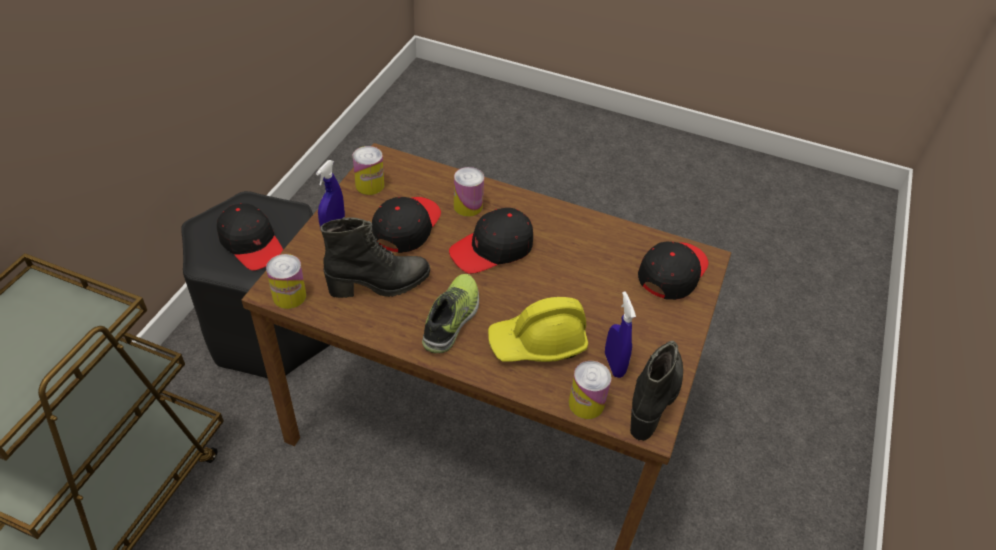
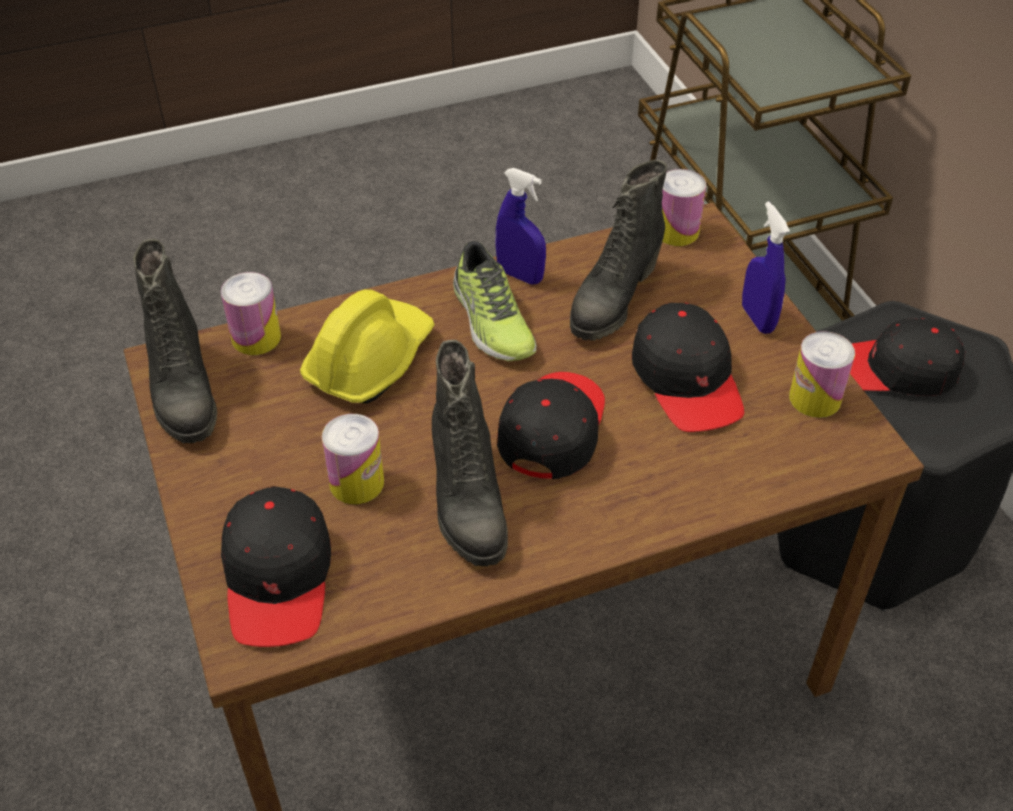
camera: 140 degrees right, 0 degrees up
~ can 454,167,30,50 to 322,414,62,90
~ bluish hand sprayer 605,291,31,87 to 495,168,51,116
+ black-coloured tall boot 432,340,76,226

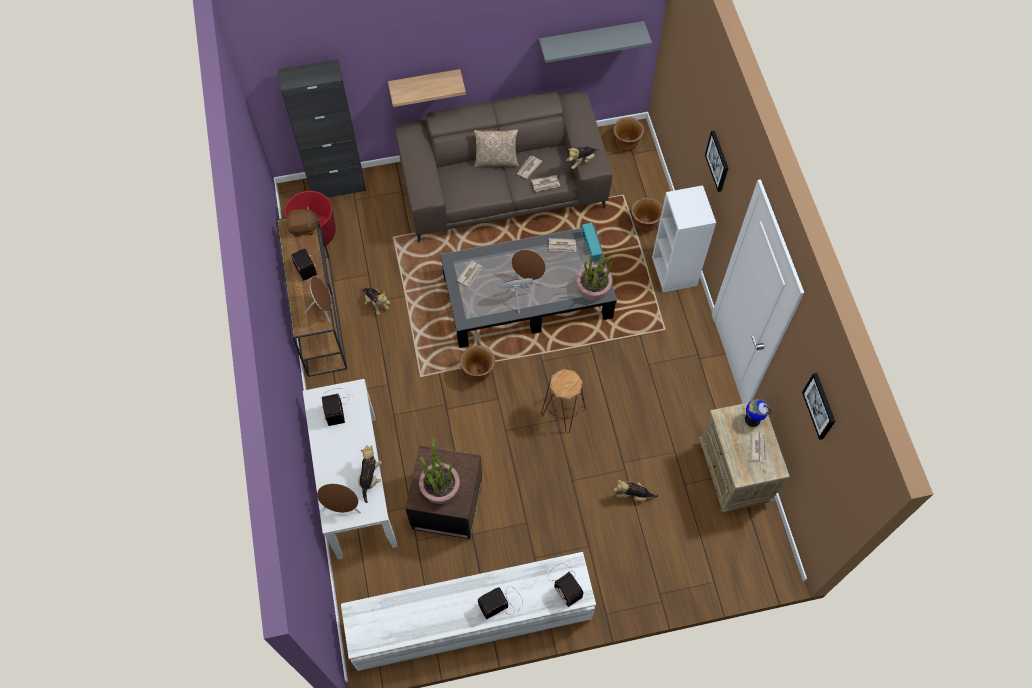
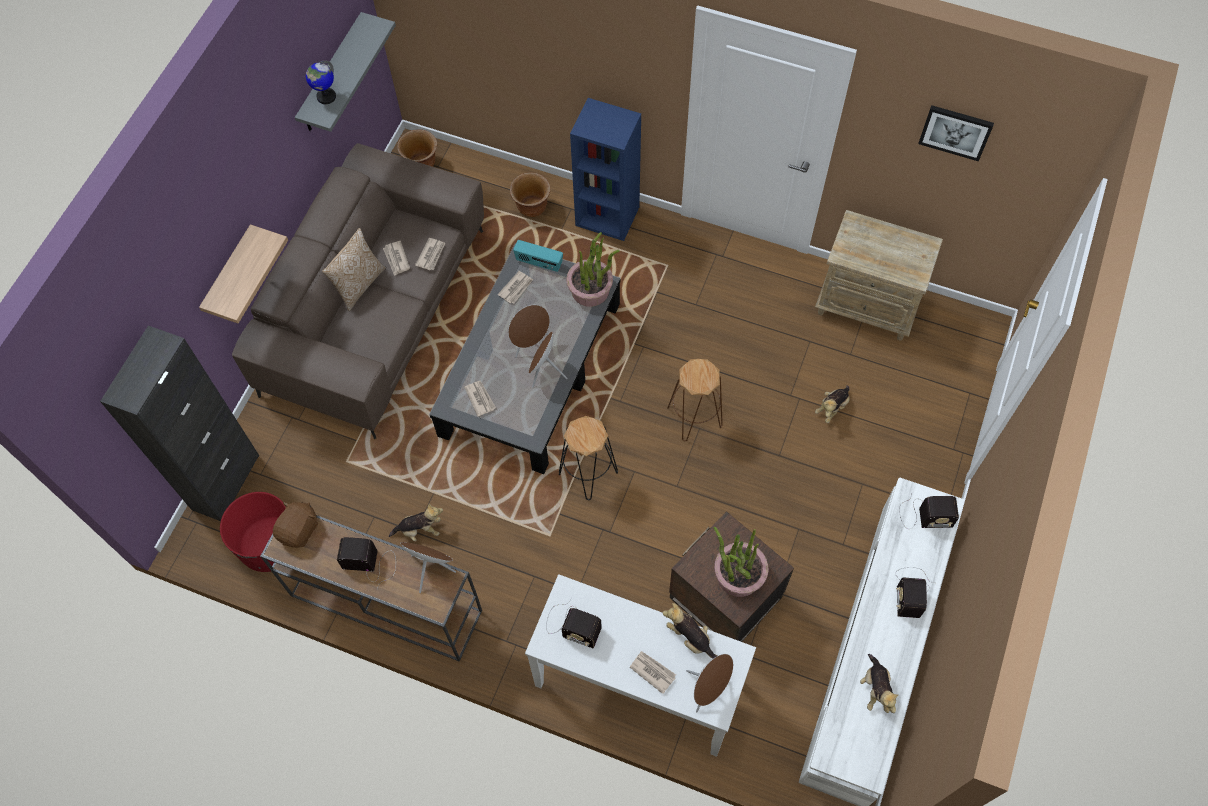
camera: 55 degrees left, 0 degrees up
- wall picture 705,130,23,62
~ soft toy 566,147,33,22 to 860,654,39,59
~ white-coloured bookcase 652,185,64,107 to bluish bookcase 570,98,71,143
~ brown-coloured plant pot 460,345,35,36 to black-coloured stool seat 559,416,59,84
~ globe 745,399,27,28 to 306,61,30,43
~ daily paper 750,432,17,30 to 630,651,46,43

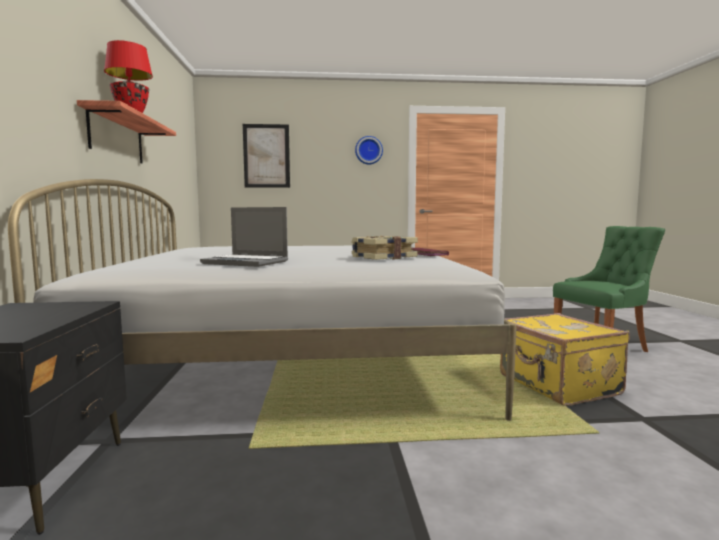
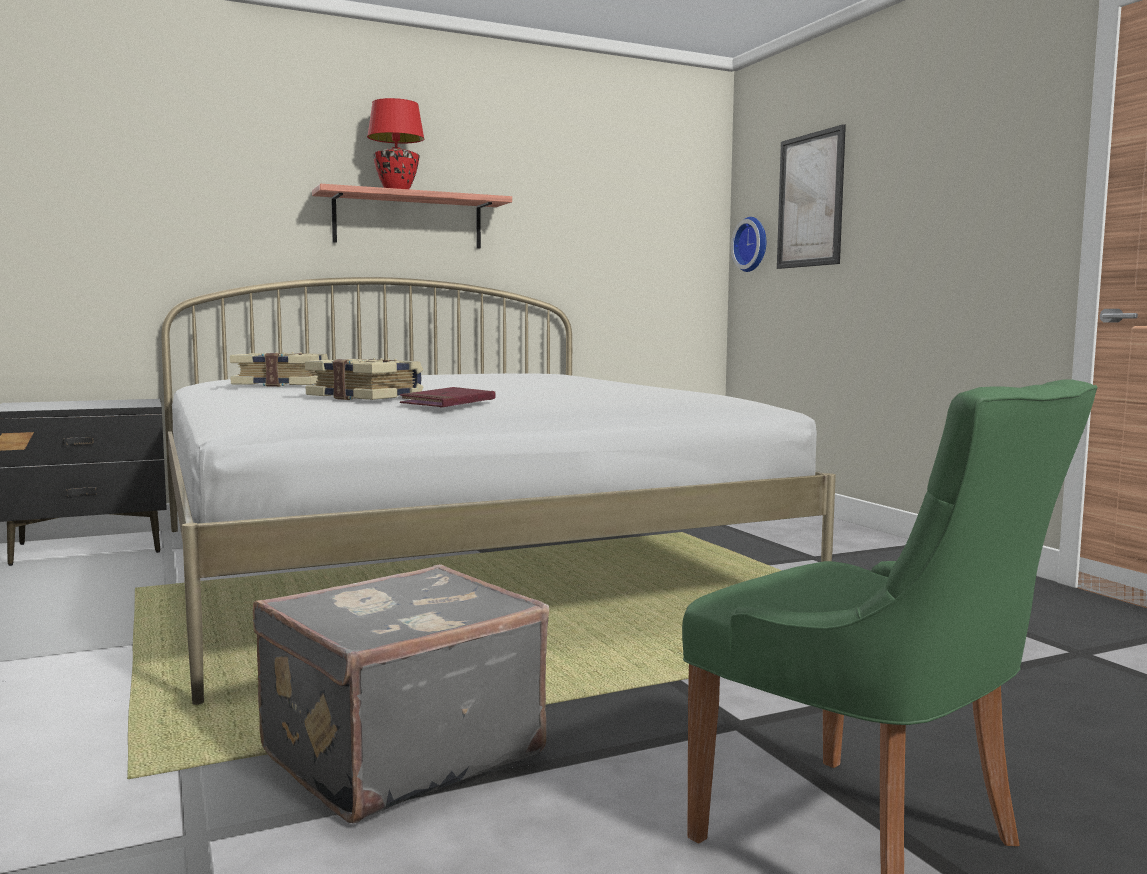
camera: 70 degrees right, 0 degrees up
~ clock on the wall 355,136,28,29 to 731,217,35,55
~ portable computer 200,207,88,60 to volume 230,352,98,35
~ yellow piece of luggage 500,313,130,93 to grey piece of luggage 253,564,296,259

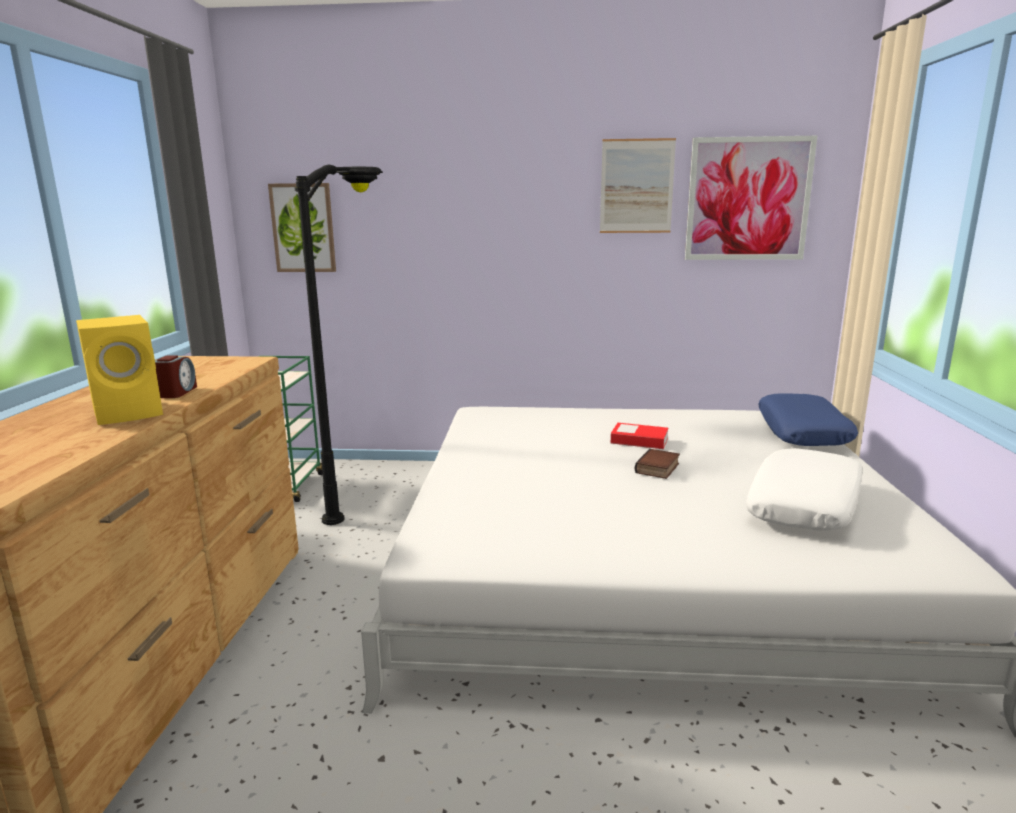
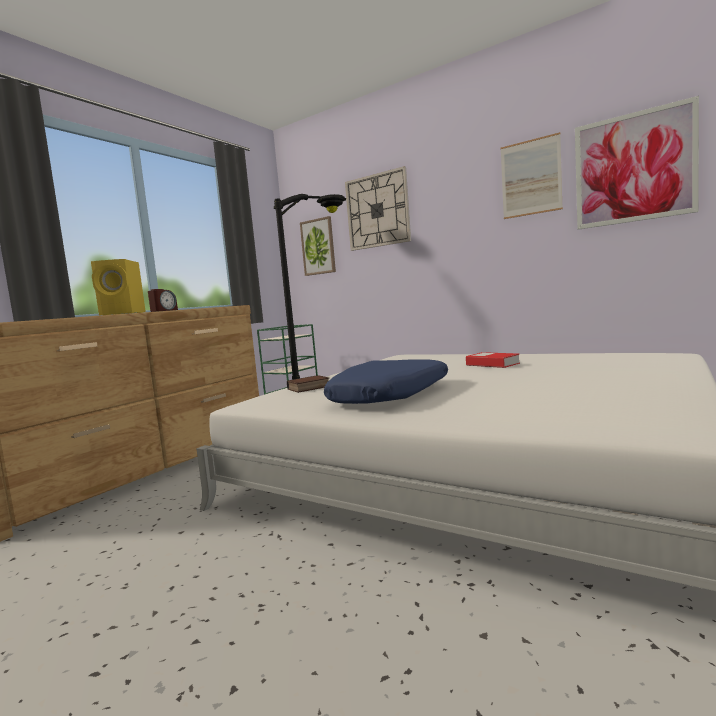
camera: 30 degrees right, 10 degrees down
~ bluish cushion 758,393,100,53 to 324,360,124,44
- white-coloured cushion 745,448,118,83
~ volume 635,449,45,30 to 287,375,43,18
+ clock on the wall 345,166,66,85

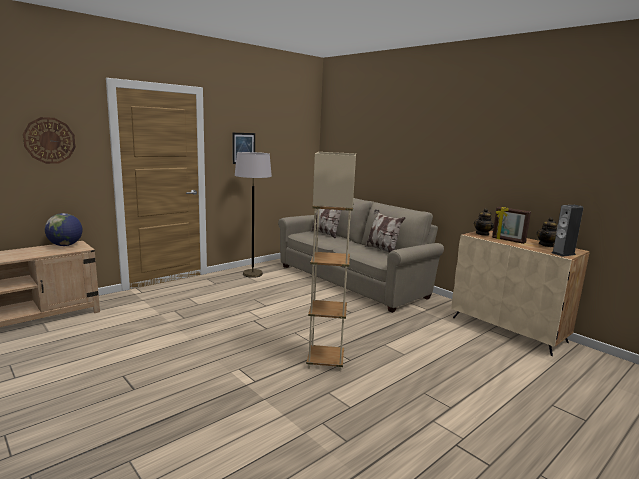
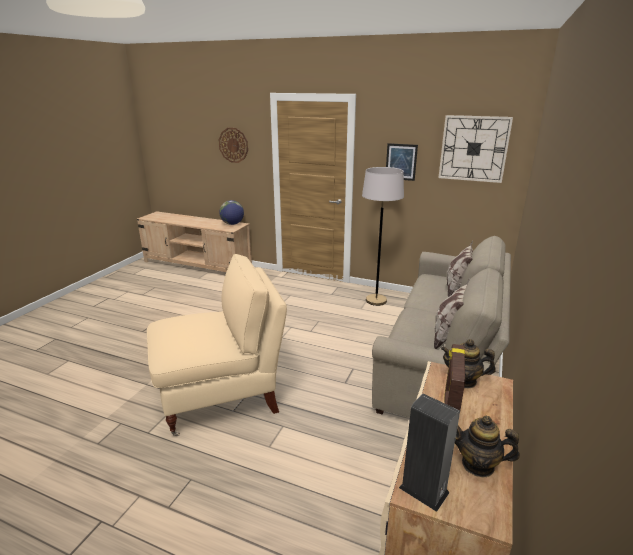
camera: 65 degrees right, 10 degrees up
~ beige floor lamp 306,152,50,219 to beige armchair 147,254,140,182
+ clock on the wall 439,115,74,68

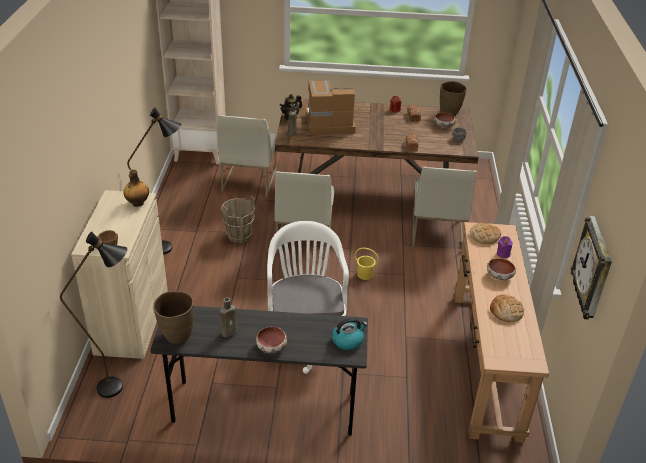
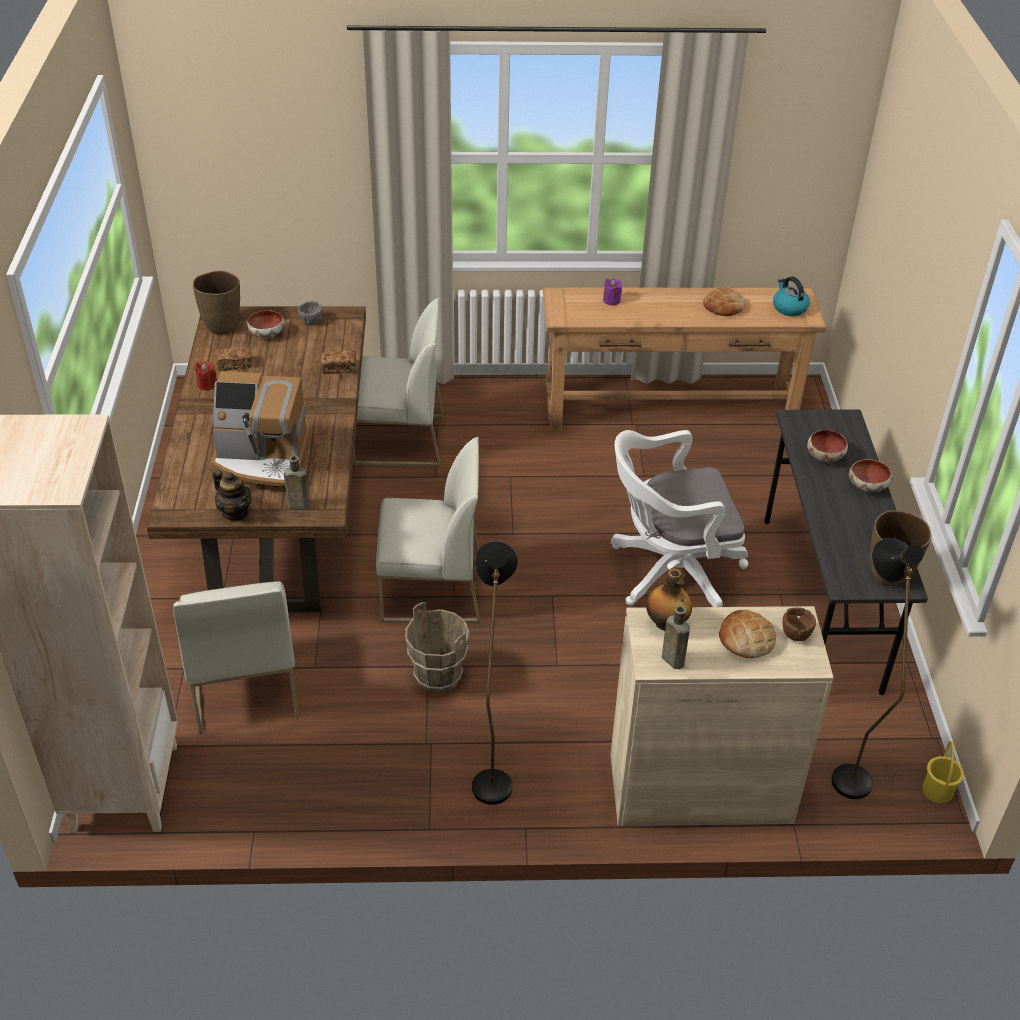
camera: 95 degrees left, 5 degrees up
~ coffee brewer 305,80,51,55 = 211,371,100,117 75 degrees counterclockwise
~ white-coloured chair 218,115,59,82 = 173,581,126,154 75 degrees clockwise
- clock on the wall 571,216,41,103
~ bakery bread 470,223,31,21 to 719,610,57,48
~ yellow water bucket 355,248,24,32 to 922,741,42,62
~ serving bowl 487,258,29,22 to 807,430,41,32
~ brown-coloured beverage bottle 220,297,17,41 to 662,606,28,63
~ water kettle 332,318,36,32 to 773,276,37,40

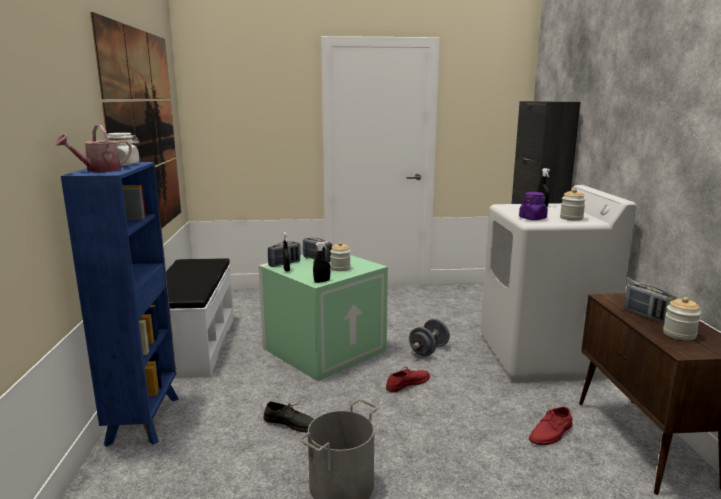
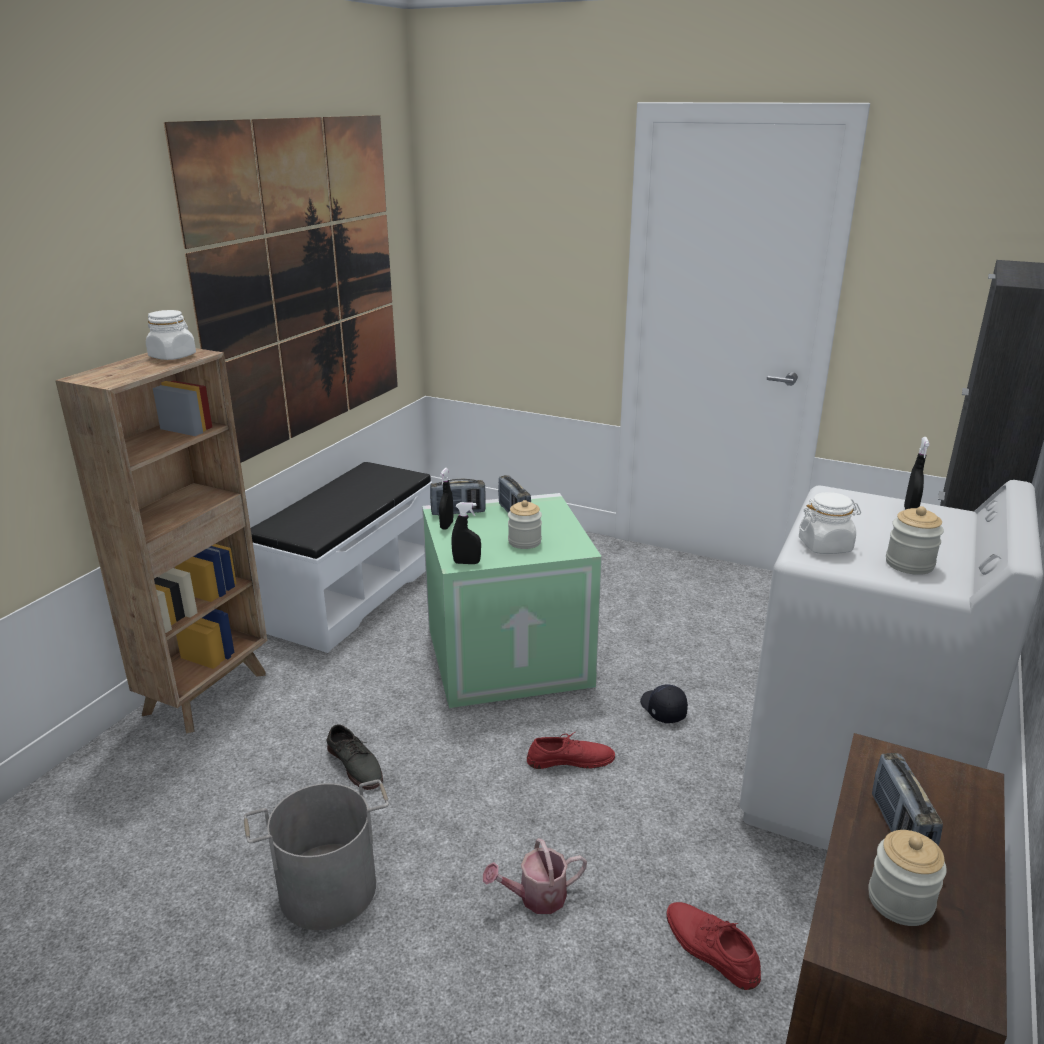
camera: 30 degrees right, 10 degrees up
~ watering pot 55,124,77,48 to 483,838,104,76
~ bluish bookcase 61,162,118,285 to brown-coloured bookcase 55,348,212,385
~ purplish preserve jar 519,192,29,28 to white-coloured preserve jar 799,492,62,62
~ grey free weight 409,319,41,38 to black-coloured baseball cap 640,684,48,39
~ red-coloured item of footwear 529,407,44,38 = 666,902,95,88 60 degrees clockwise

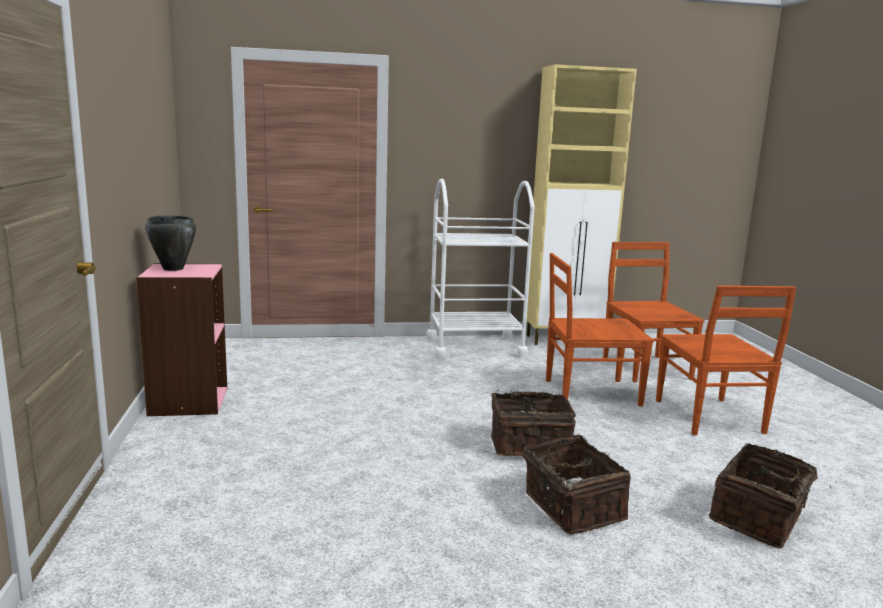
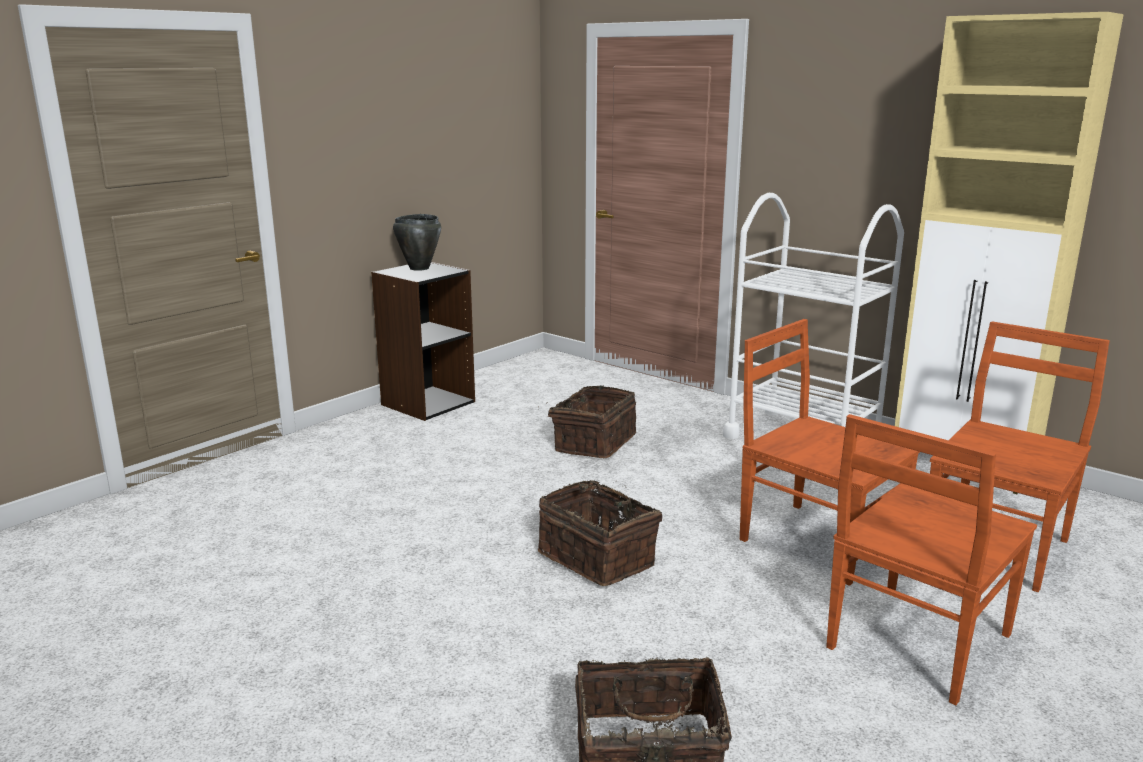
camera: 50 degrees right, 5 degrees up
~ pink bookcase 136,263,91,153 to black-coloured bookcase 371,262,104,159
~ storage basket 522,434,109,101 to 538,386,98,72

